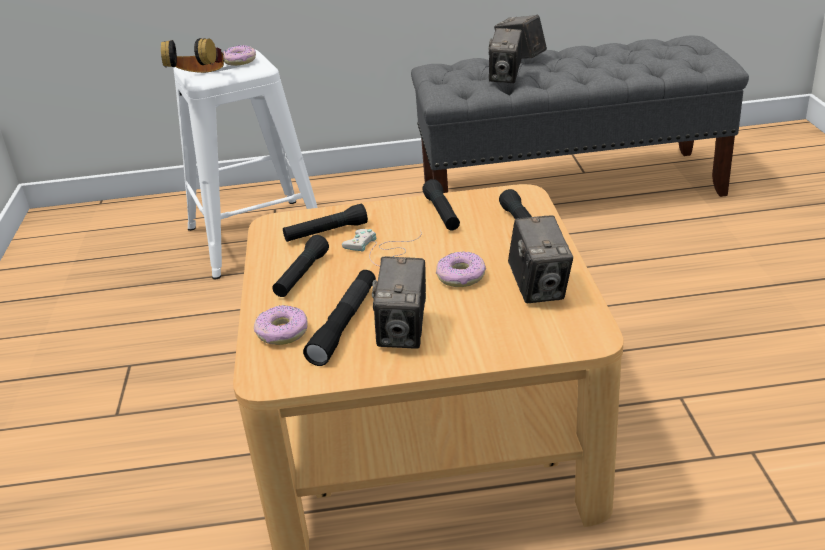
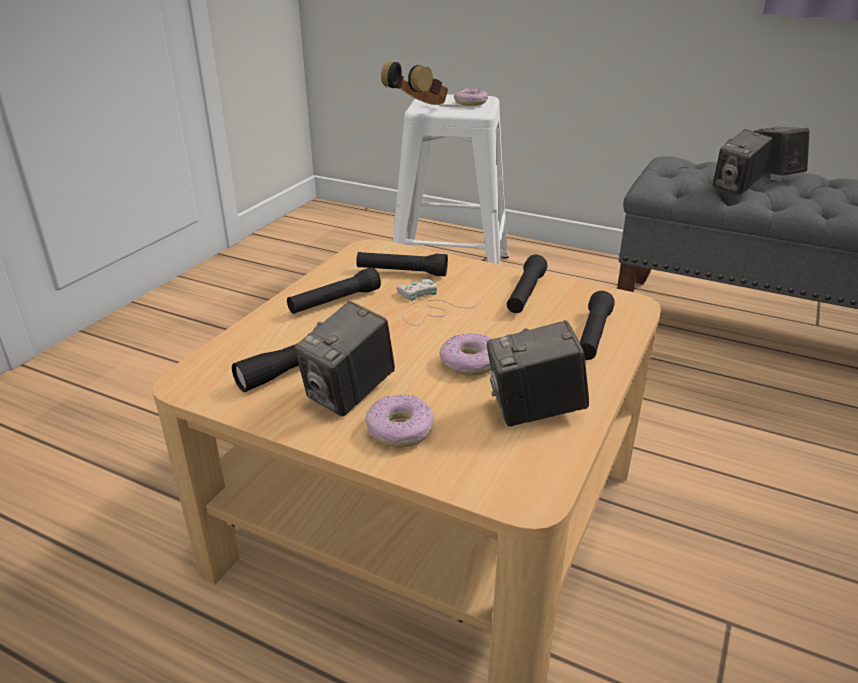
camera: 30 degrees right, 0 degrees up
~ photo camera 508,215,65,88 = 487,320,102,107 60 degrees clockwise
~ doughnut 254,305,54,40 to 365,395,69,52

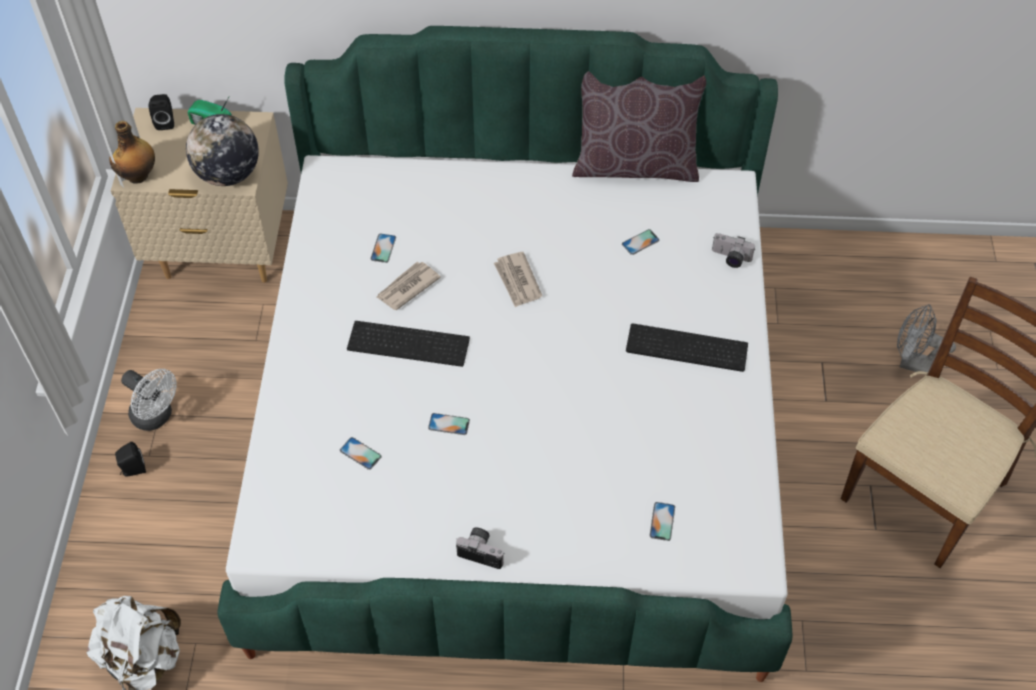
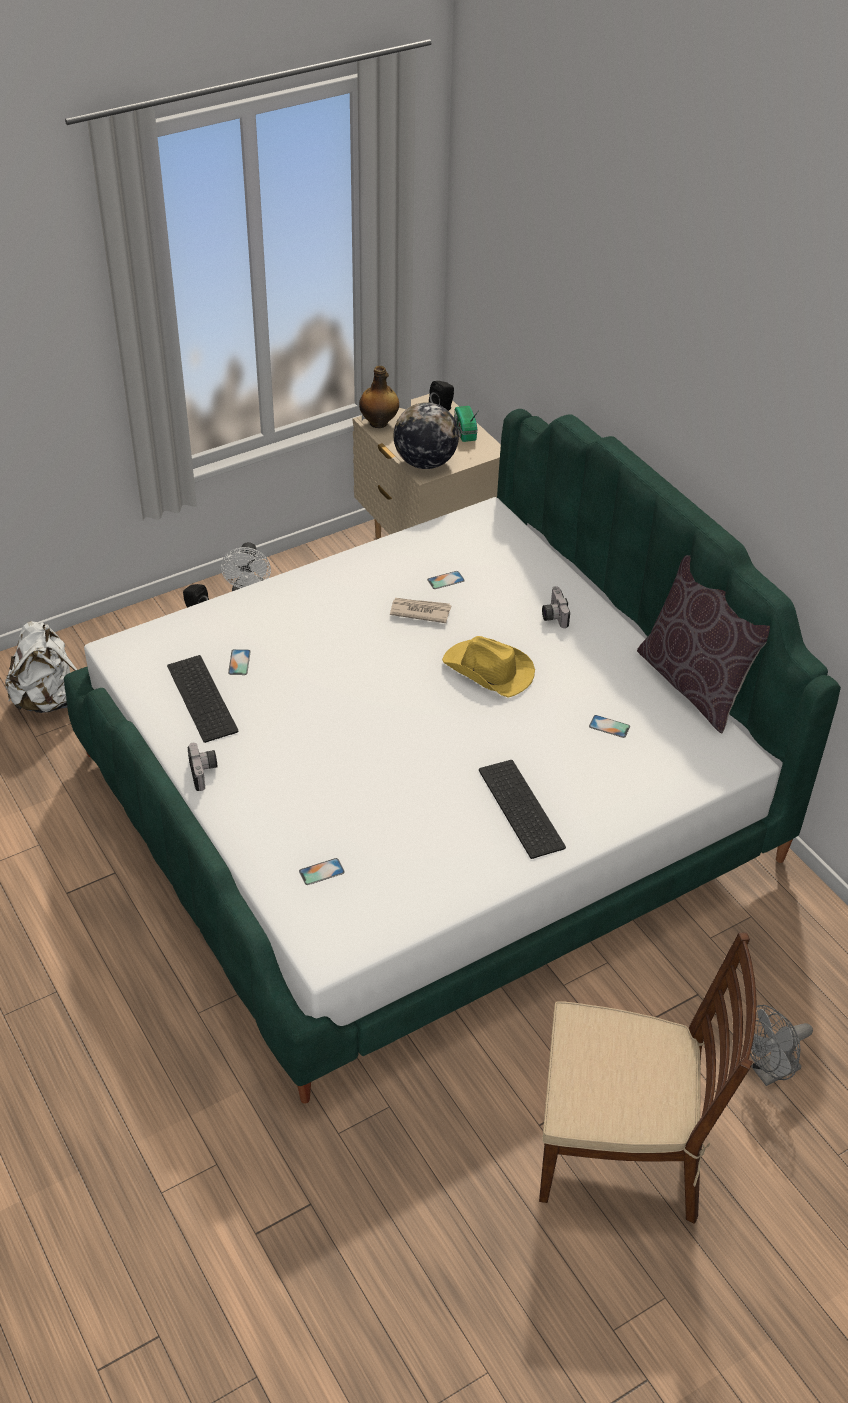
camera: 55 degrees right, 10 degrees down
~ photo camera 712,233,43,35 to 542,586,28,42
~ daily paper 494,252,48,56 to yellow clothing hat 442,636,93,62
~ grey cooling fan 897,304,59,71 = 745,1005,68,81 105 degrees counterclockwise
~ keyboard 347,321,123,46 to 167,655,71,88
- telephone 428,413,42,22

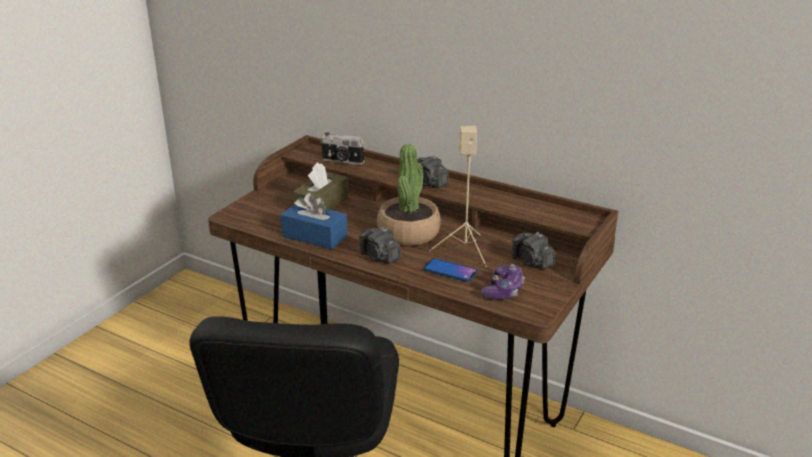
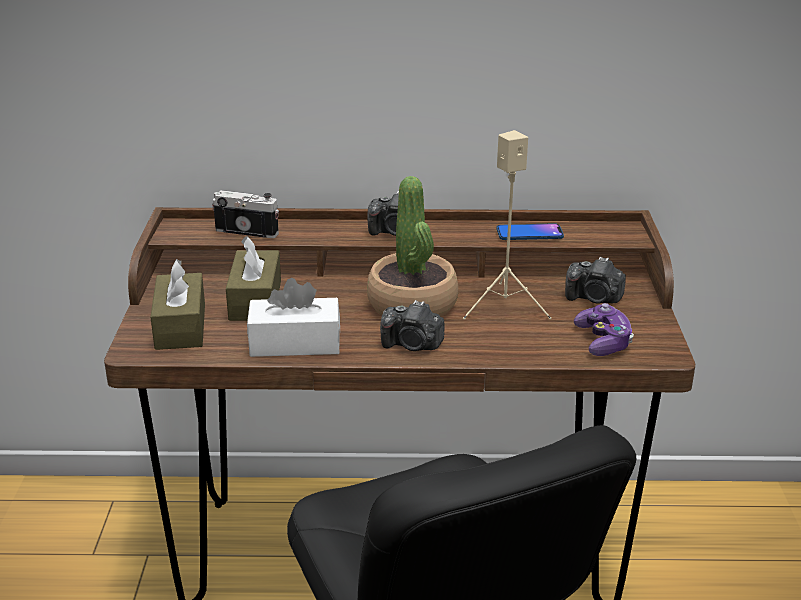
camera: 30 degrees left, 0 degrees up
~ photo camera 320,133,45,32 = 212,190,67,48 150 degrees counterclockwise
~ bluish box of tissues 281,193,67,57 to white-coloured box of tissues 247,278,93,79
~ telephone 424,258,54,24 to 497,223,67,17
+ brown-coloured box of tissues 150,259,55,91

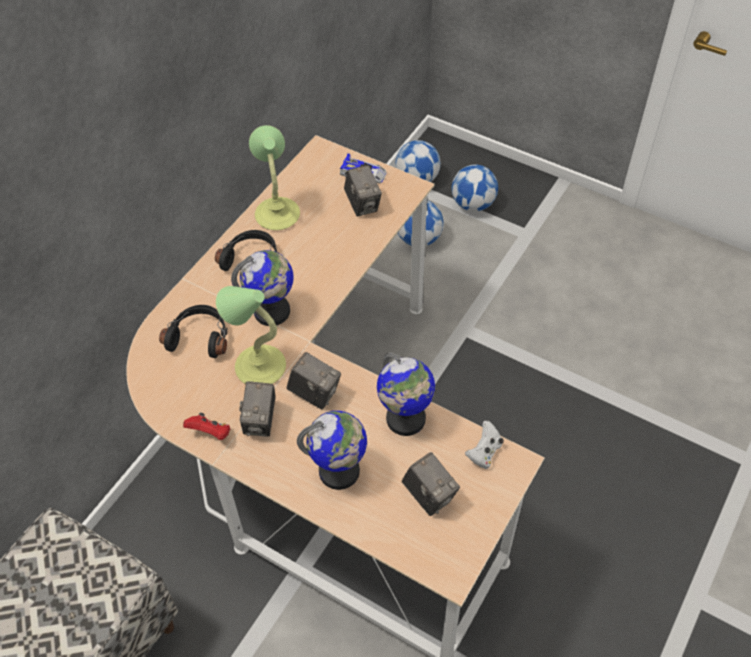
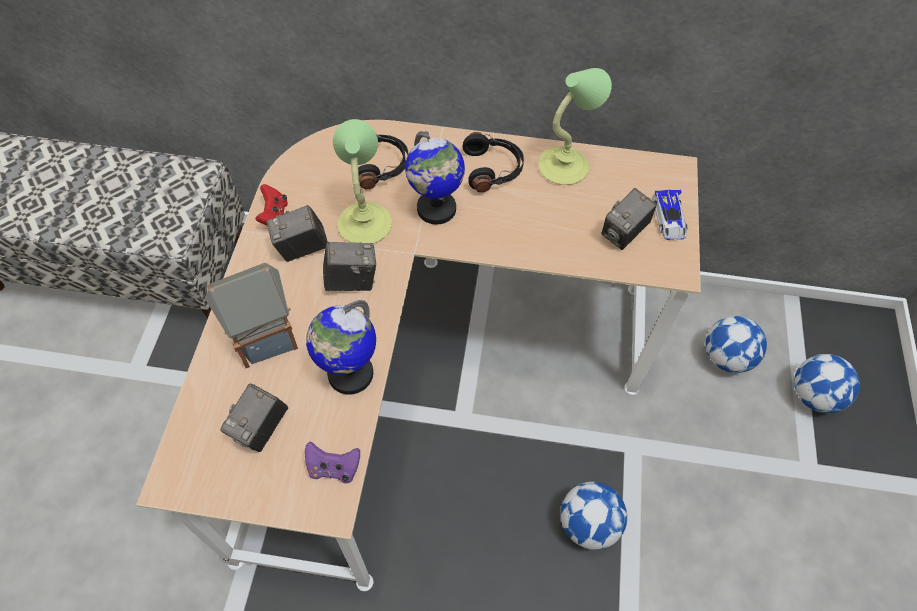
camera: 65 degrees right, 5 degrees up
~ football ball 395,140,46,42 to 561,482,66,68
~ photo camera 287,352,54,58 = 323,242,53,49 105 degrees counterclockwise
~ globe 297,411,70,79 to toy house 204,263,94,105
~ white-coloured joypad 465,421,39,48 to purplish joypad 305,441,55,42

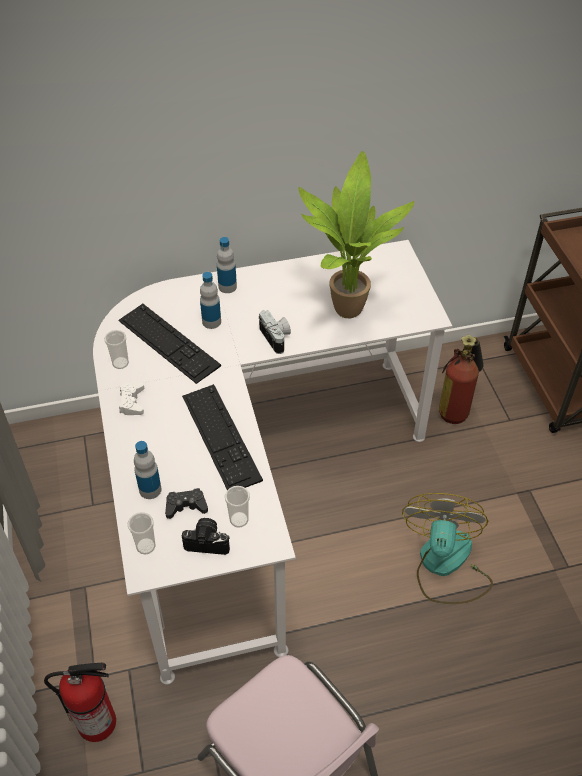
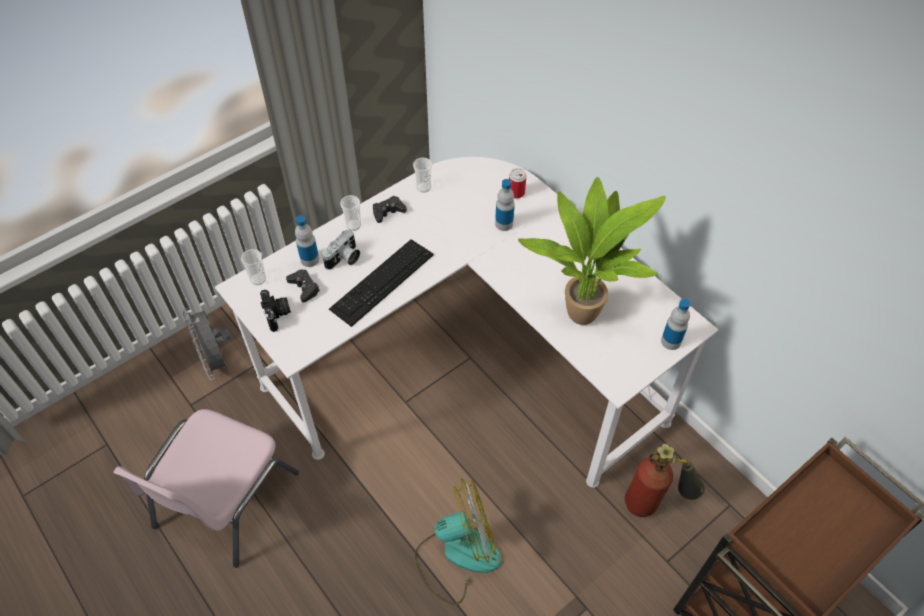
camera: 65 degrees right, 5 degrees up
~ beverage bottle 217,237,20,56 to 661,299,29,51
- keyboard 118,304,103,80
~ photo camera 259,310,32,44 to 322,229,38,41
~ white-coloured joypad 119,382,25,33 to black-coloured joypad 373,196,34,27
~ small cup 225,486,25,42 to 340,195,21,36
~ fire extinguisher 44,663,72,79 to grey cooling fan 183,307,48,73
+ can 509,168,17,31

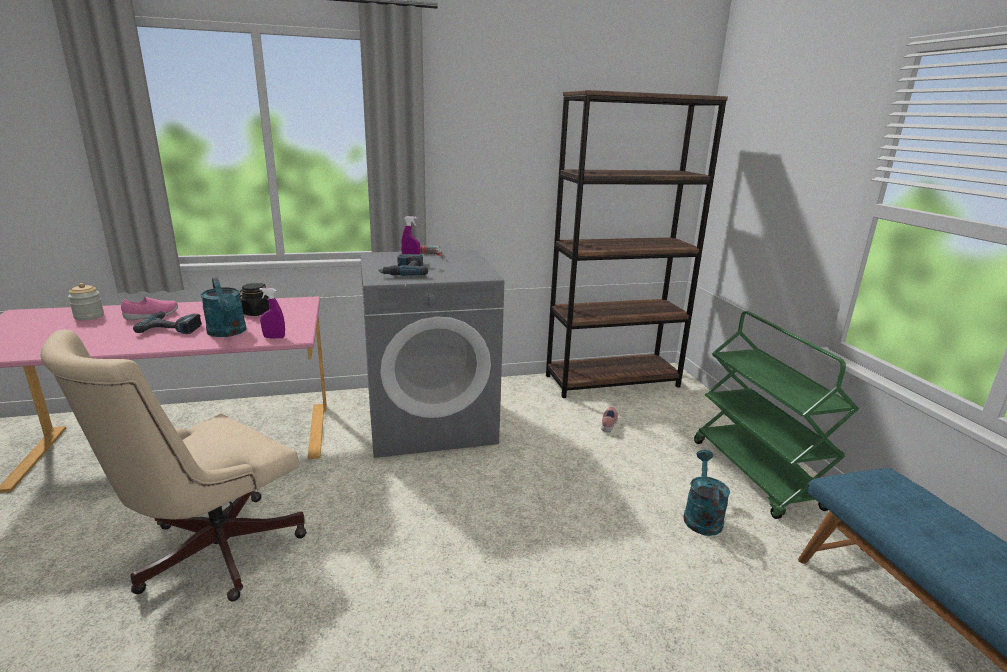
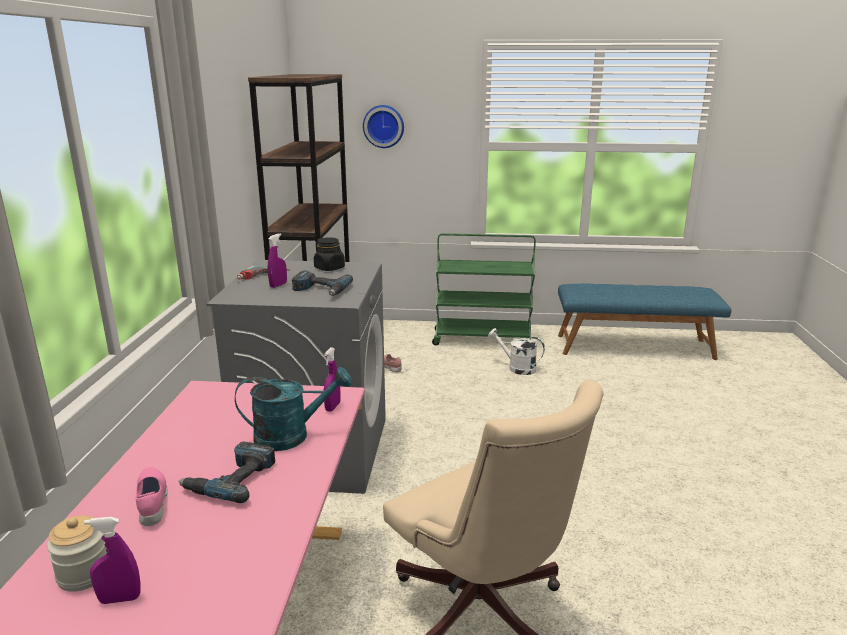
camera: 70 degrees left, 0 degrees up
~ black-coloured preserve jar 240,283,30,33 to 314,237,31,34
~ blue-green watering pot 683,450,47,86 to white-coloured watering pot 488,328,57,47
+ clock on the wall 363,105,41,43
+ purplish hand sprayer 84,517,57,87

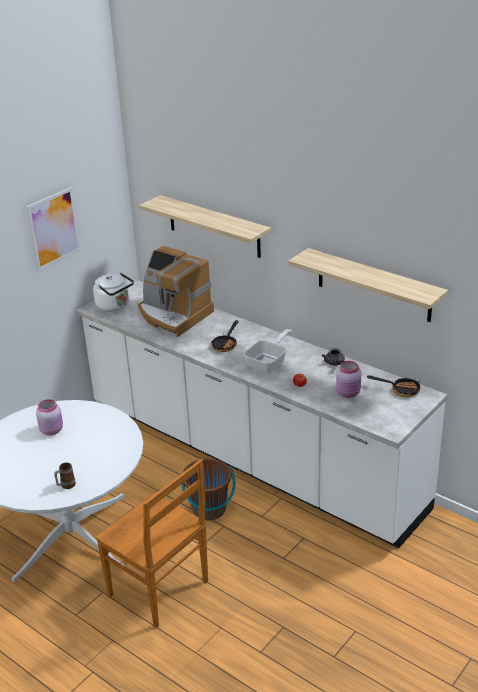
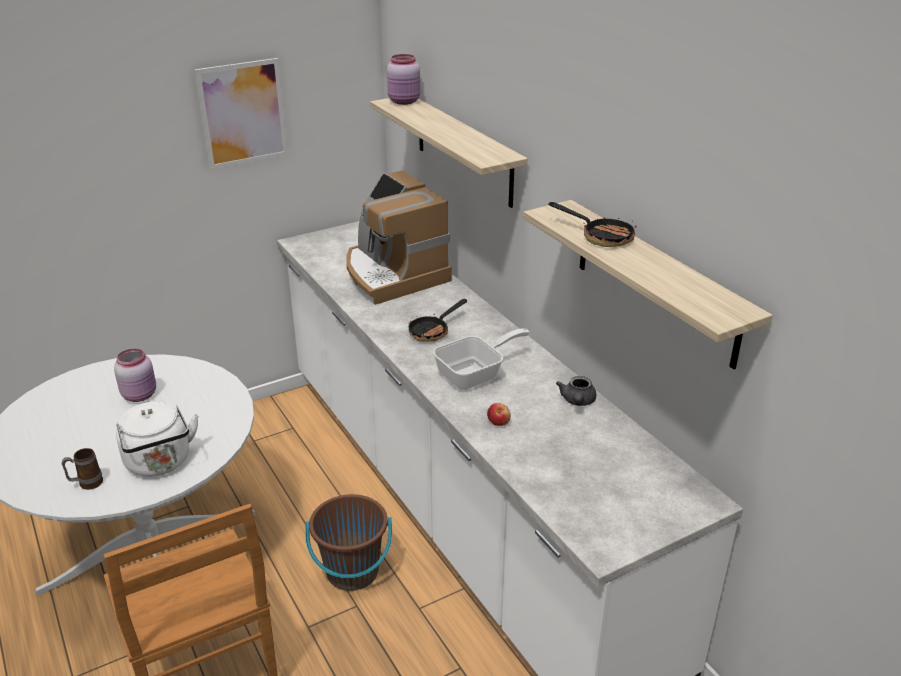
camera: 20 degrees right, 0 degrees up
~ white-coloured water kettle 93,272,41,40 to 116,402,83,75
~ pink preserve jar 336,361,25,37 to 387,54,33,51
~ pan 367,376,53,21 to 548,202,89,45

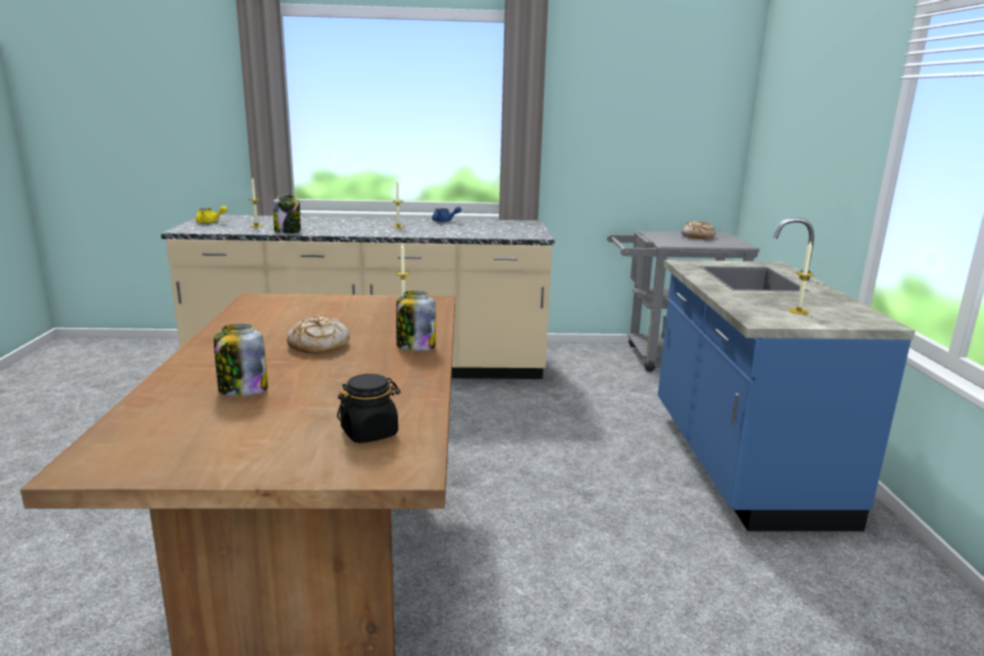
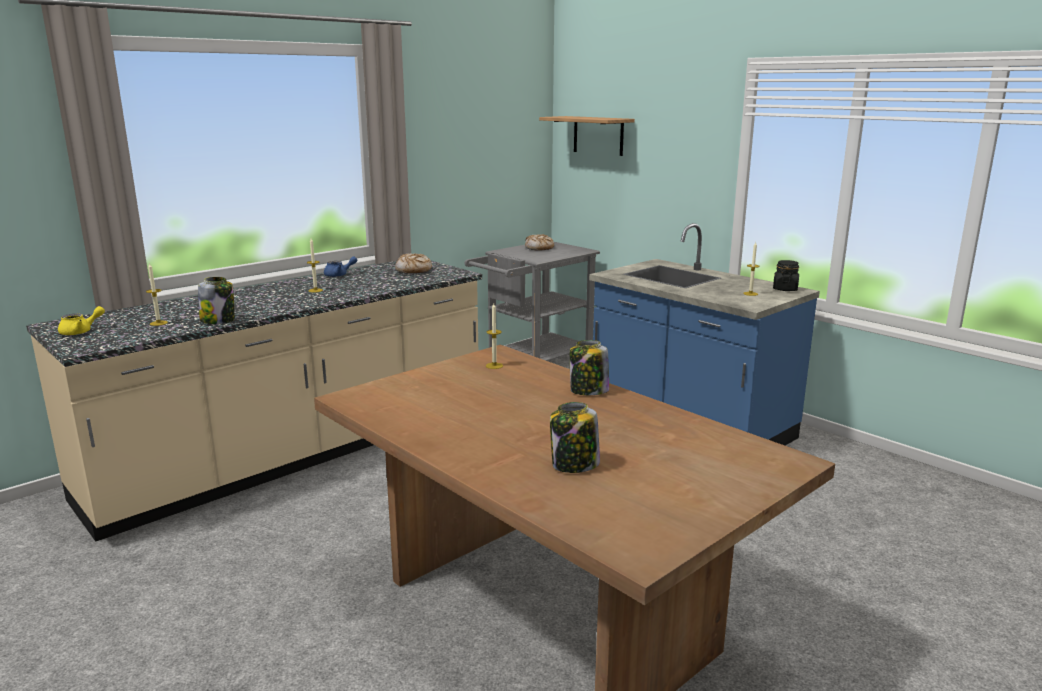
camera: 40 degrees left, 0 degrees up
~ bakery bread 287,316,63,37 to 395,254,37,20
~ black-coloured preserve jar 337,374,64,69 to 773,260,26,31
+ wall shelf 539,116,96,40

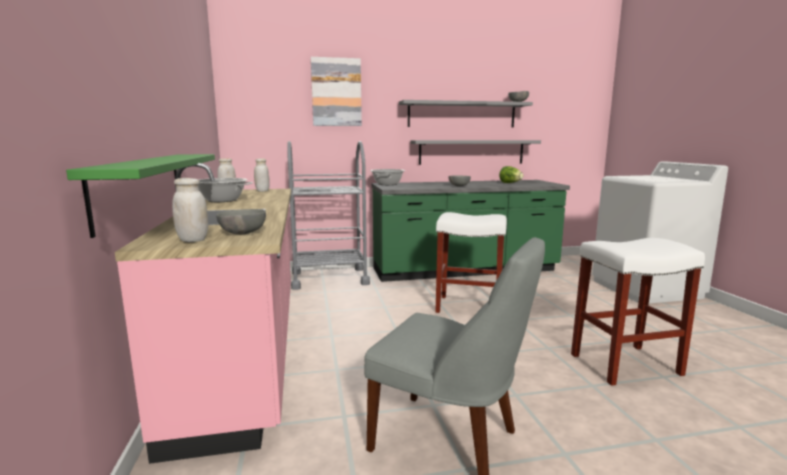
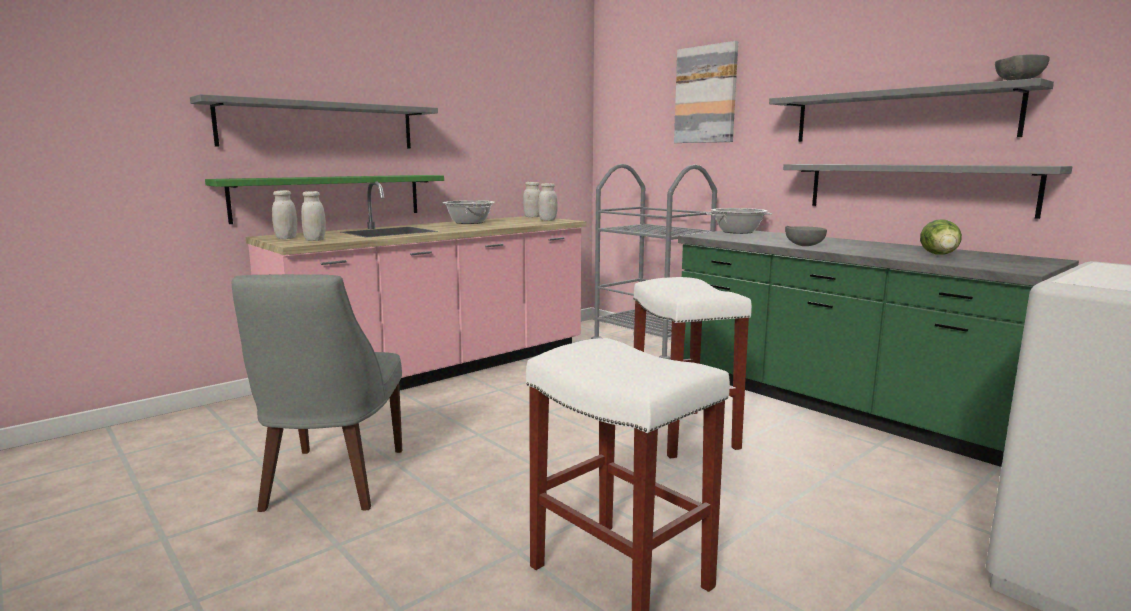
camera: 60 degrees right, 0 degrees up
~ grey serving bowl 216,209,50,26 to white-coloured preserve jar 301,191,25,50
+ grey wall shelf 190,94,248,54

